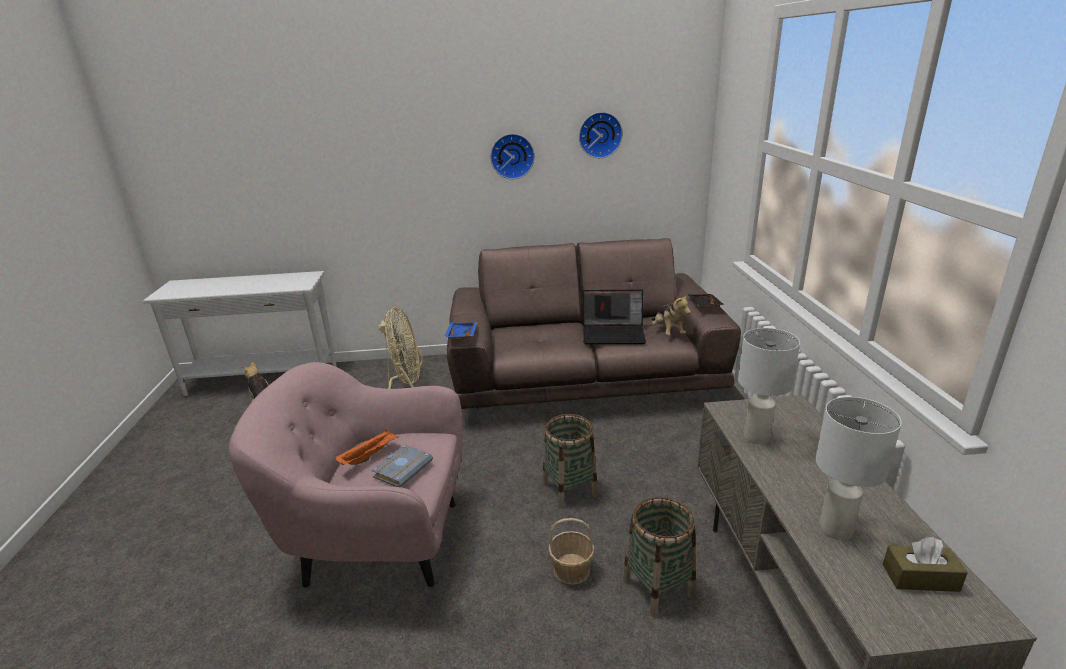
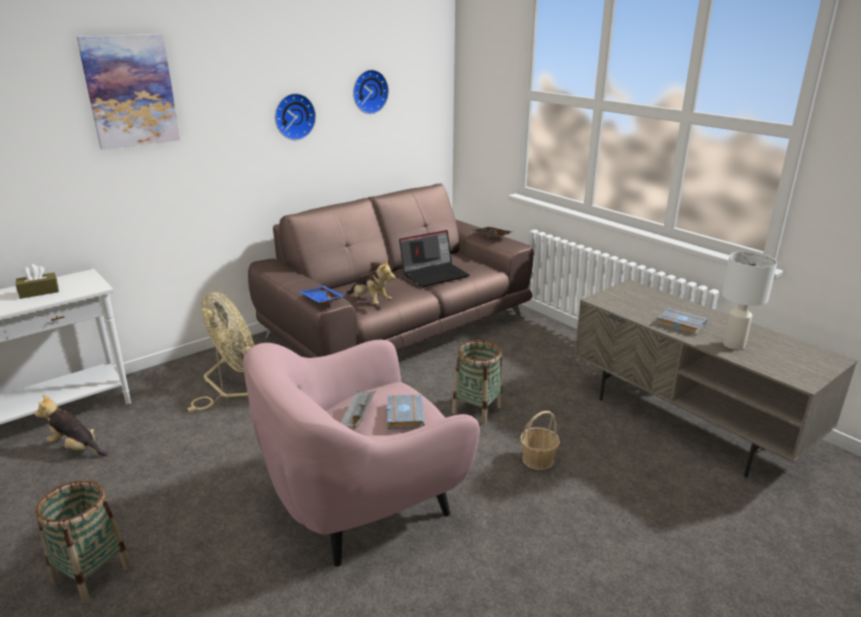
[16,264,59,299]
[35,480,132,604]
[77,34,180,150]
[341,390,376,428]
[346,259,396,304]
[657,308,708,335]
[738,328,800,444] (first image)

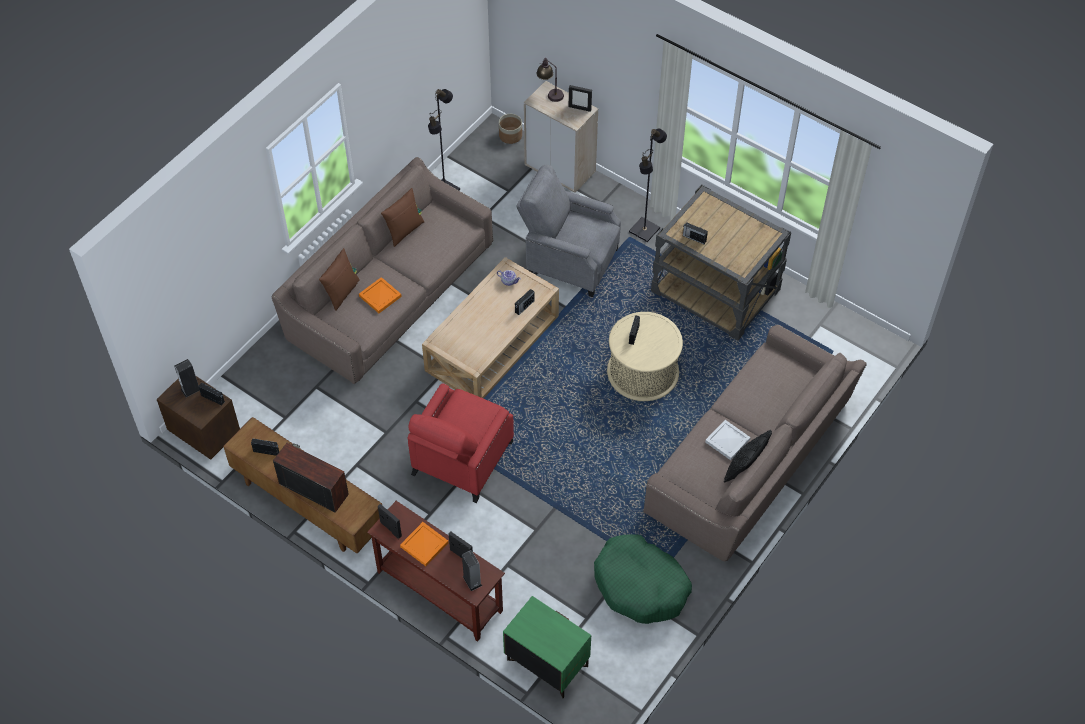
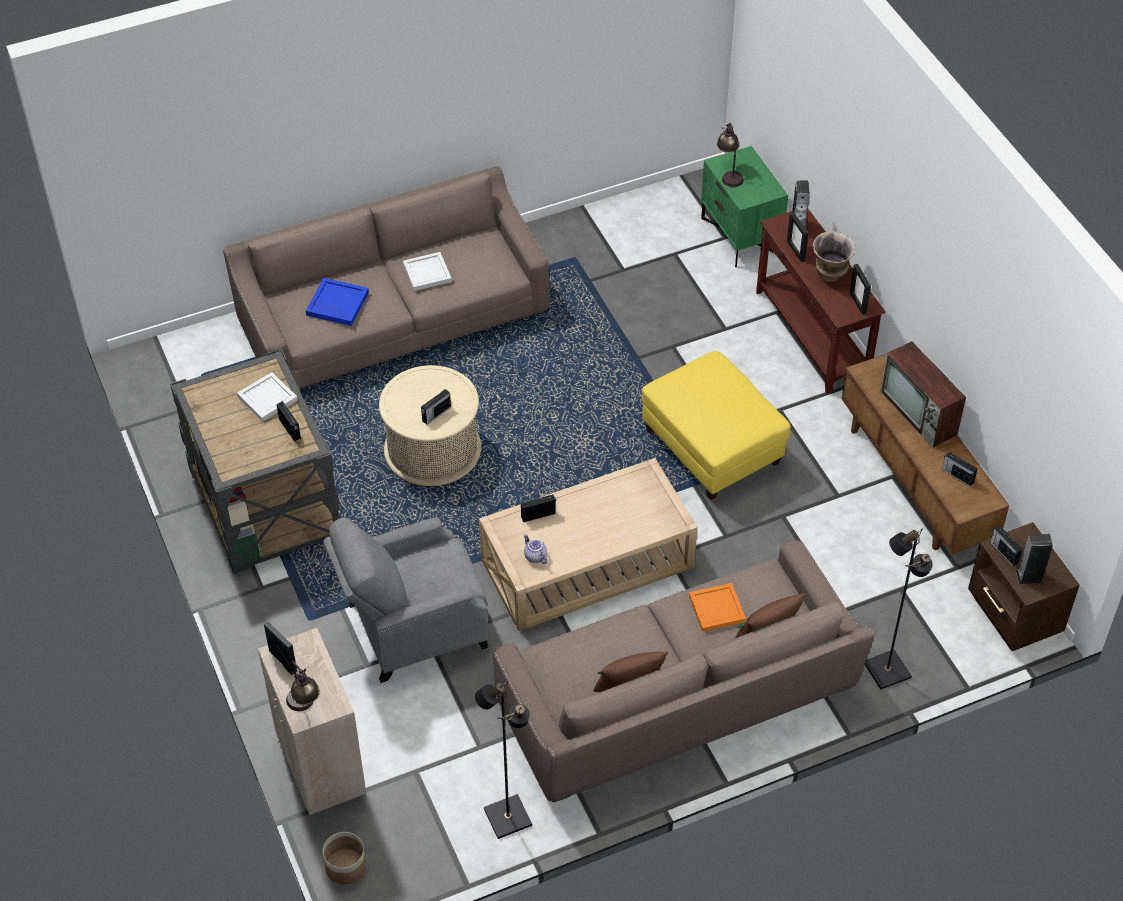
[237,372,298,422]
[306,278,369,326]
[323,517,488,683]
[642,351,791,500]
[717,123,744,187]
[813,231,856,282]
[865,528,933,690]
[594,534,692,624] (first image)
[724,430,772,482] (first image)

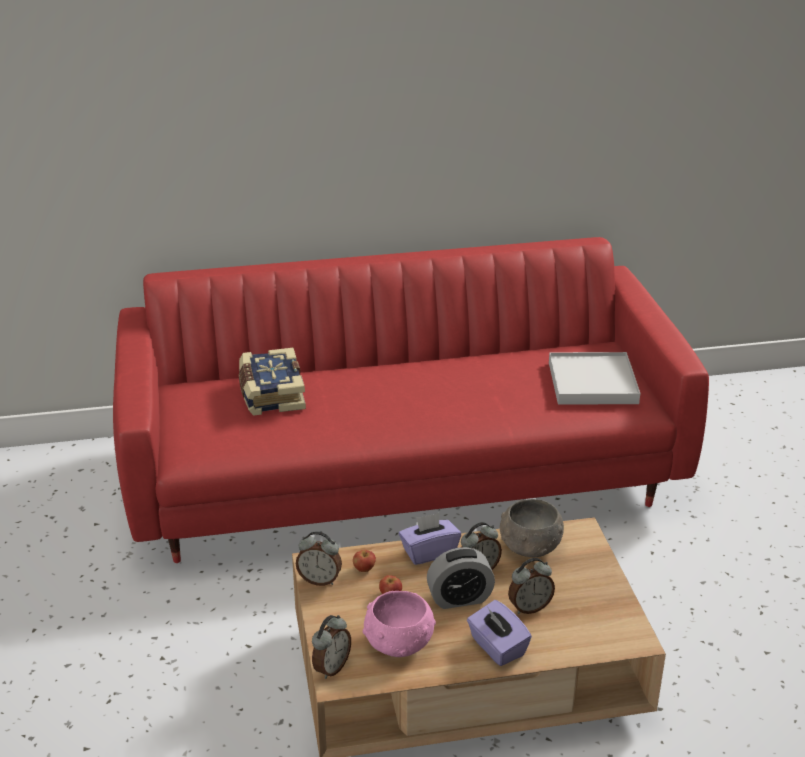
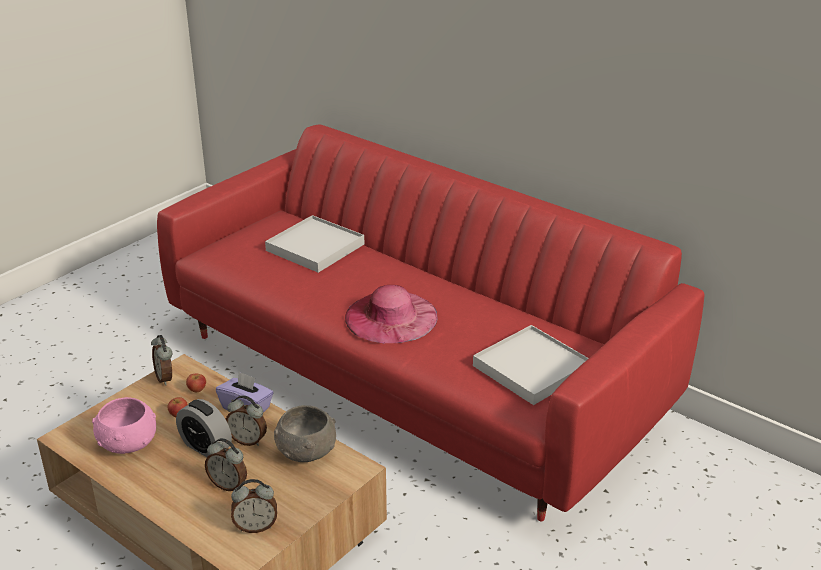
[231,479,277,533]
[265,215,364,273]
[345,285,438,344]
[467,600,532,666] (first image)

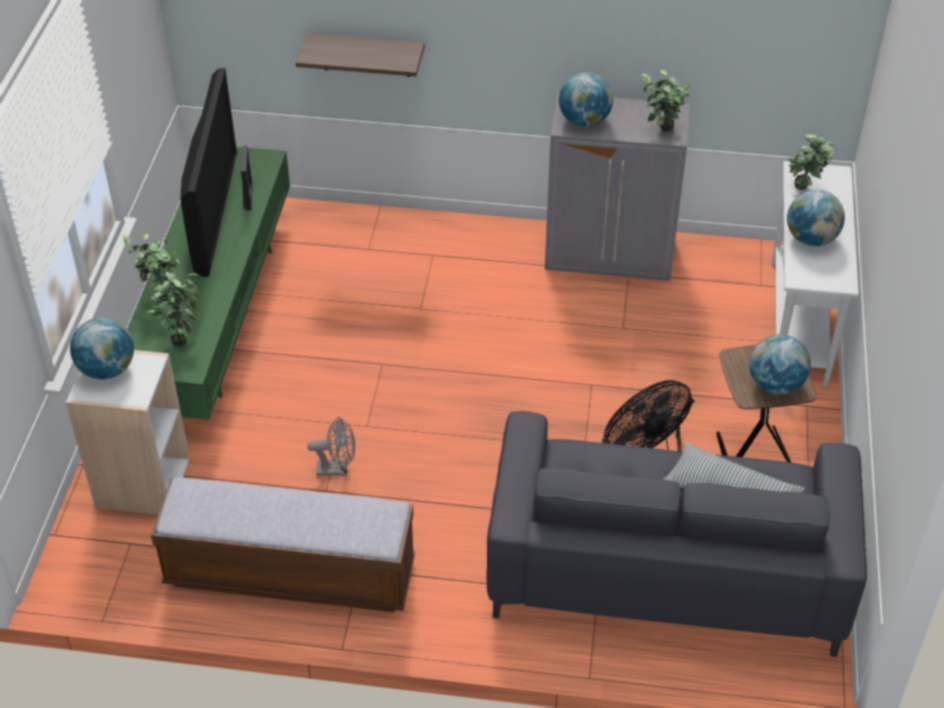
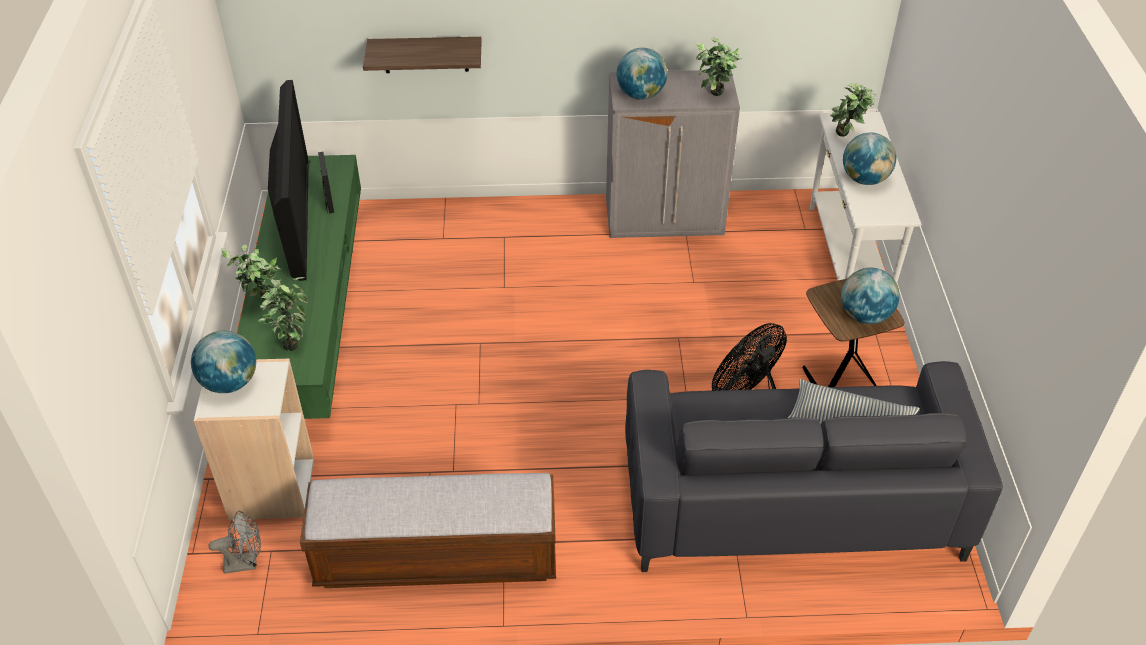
[209,511,261,574]

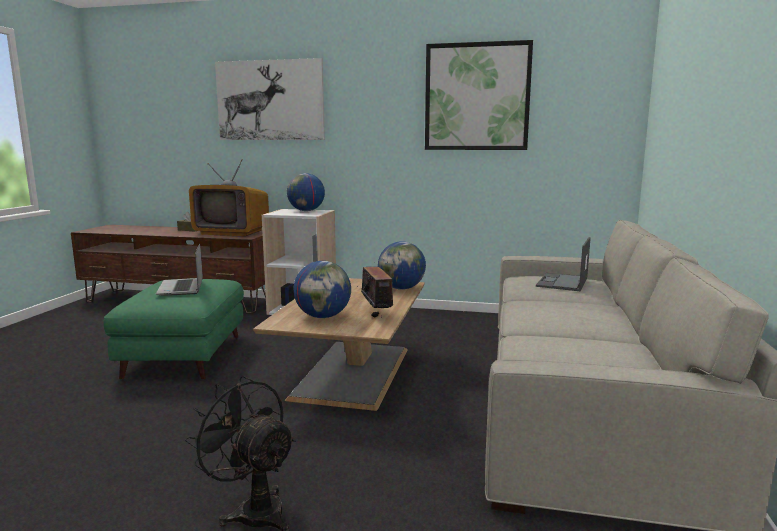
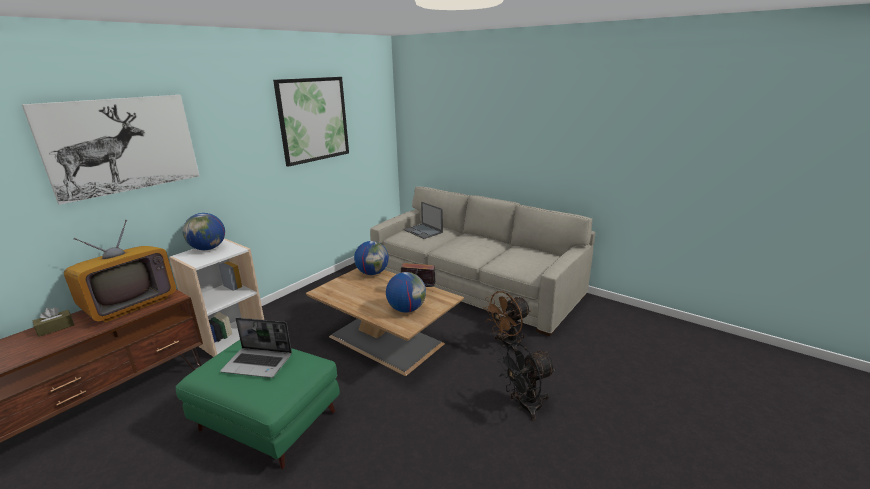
[483,291,531,353]

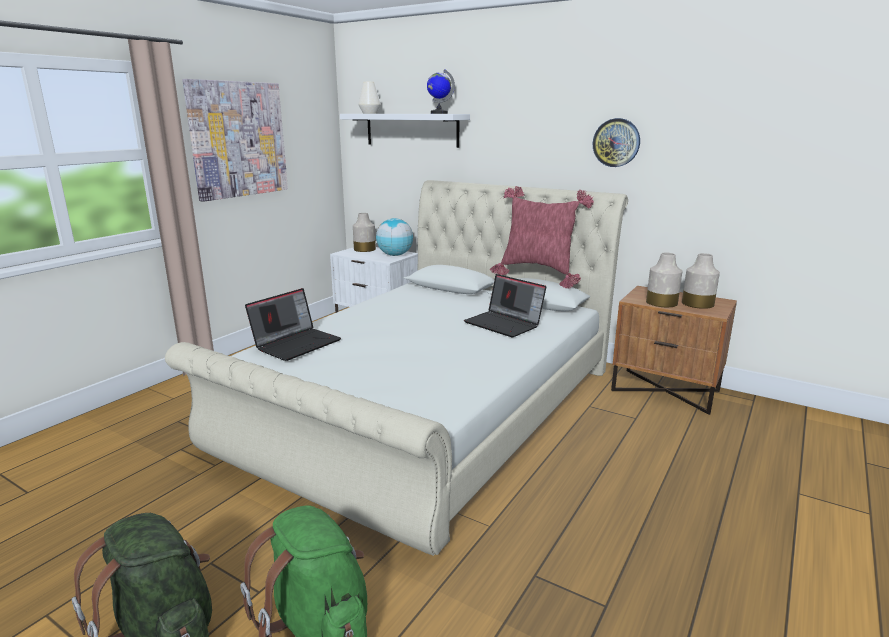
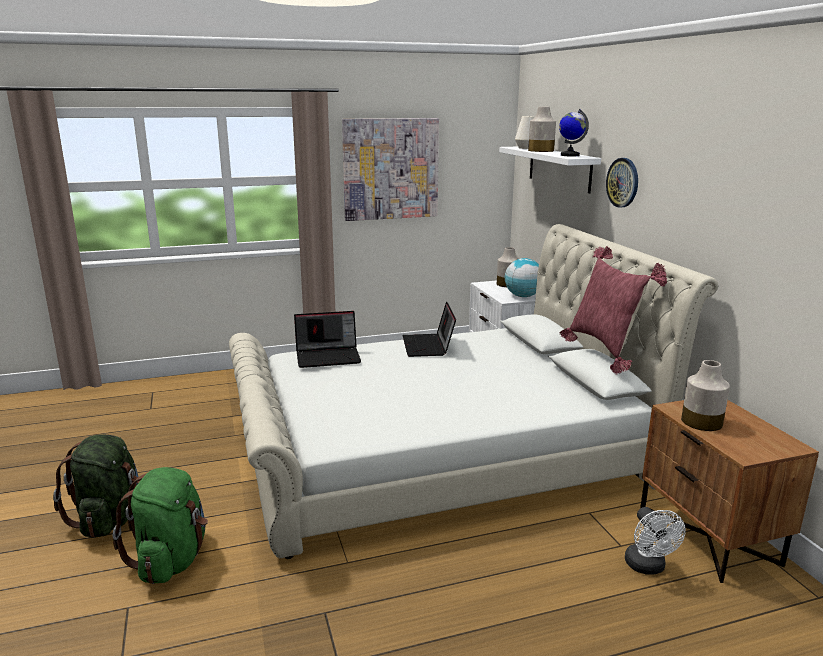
[402,302,456,357]
[528,107,556,152]
[606,158,638,208]
[625,507,686,575]

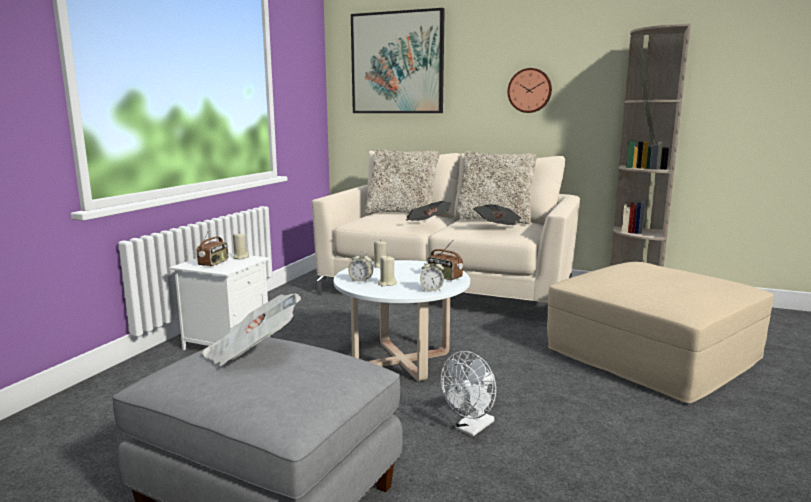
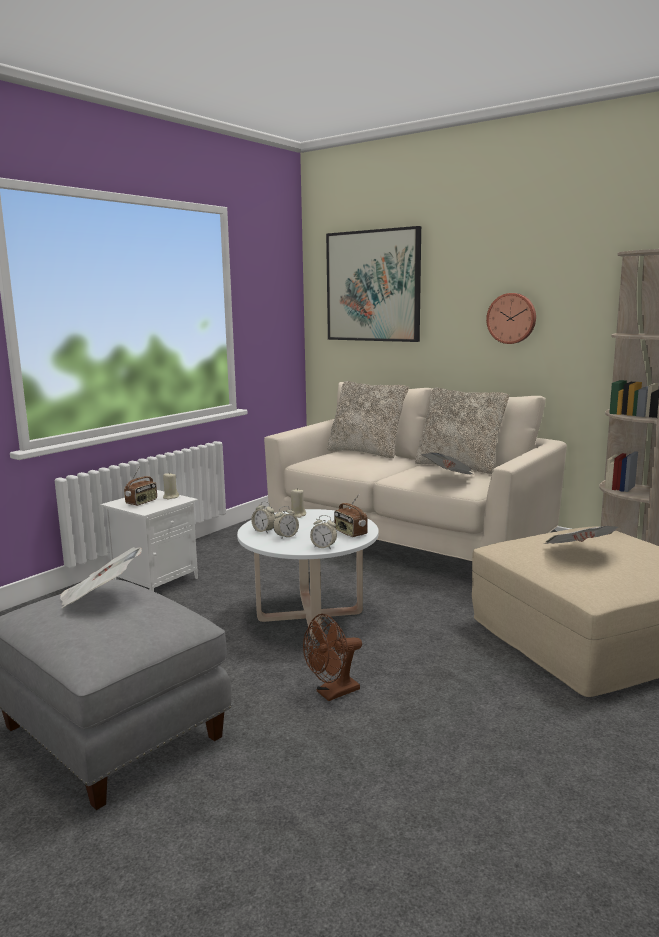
[273,506,299,538]
[303,614,362,701]
[544,526,618,544]

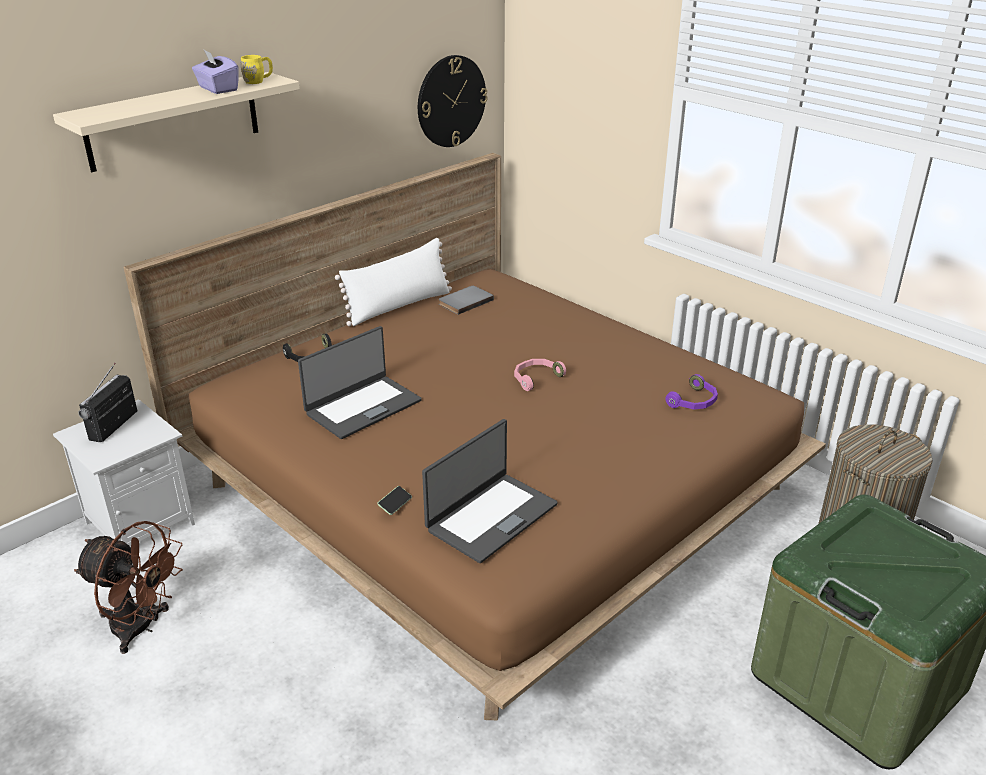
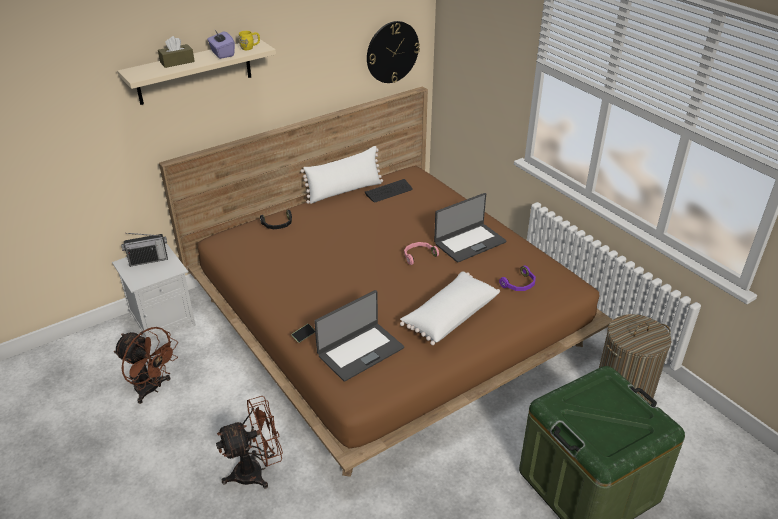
[121,233,168,267]
[158,36,195,68]
[216,396,283,488]
[365,179,413,203]
[400,272,500,345]
[434,193,506,263]

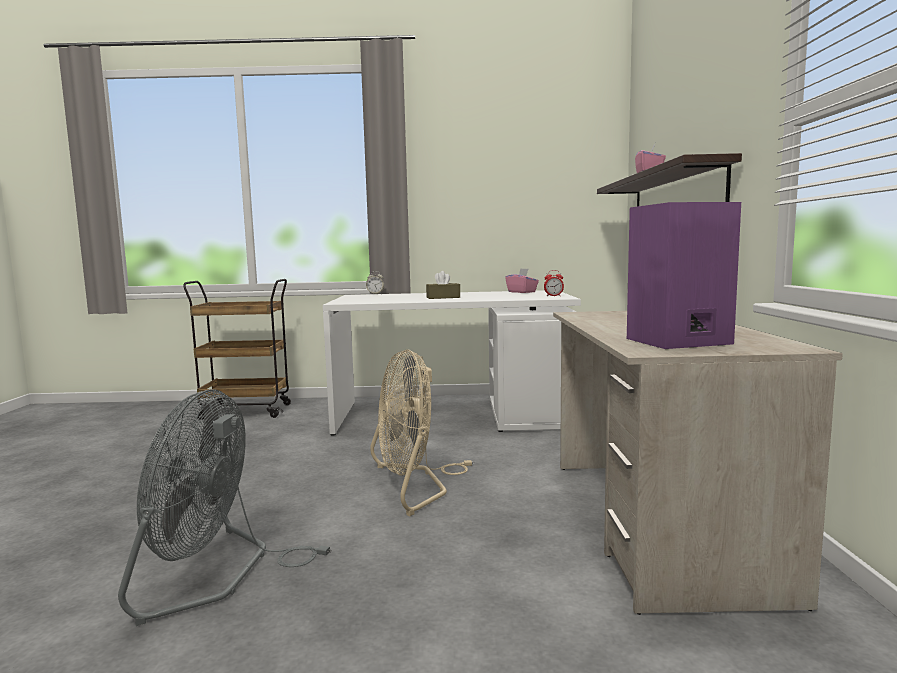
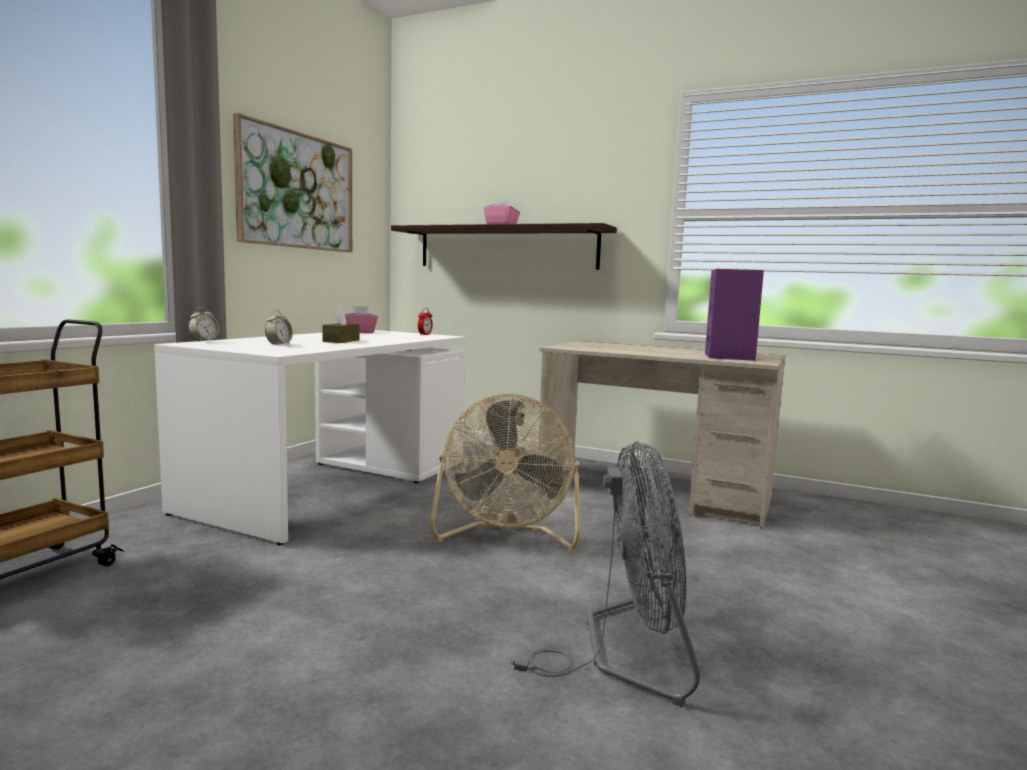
[233,113,352,252]
[265,310,293,346]
[511,441,700,707]

